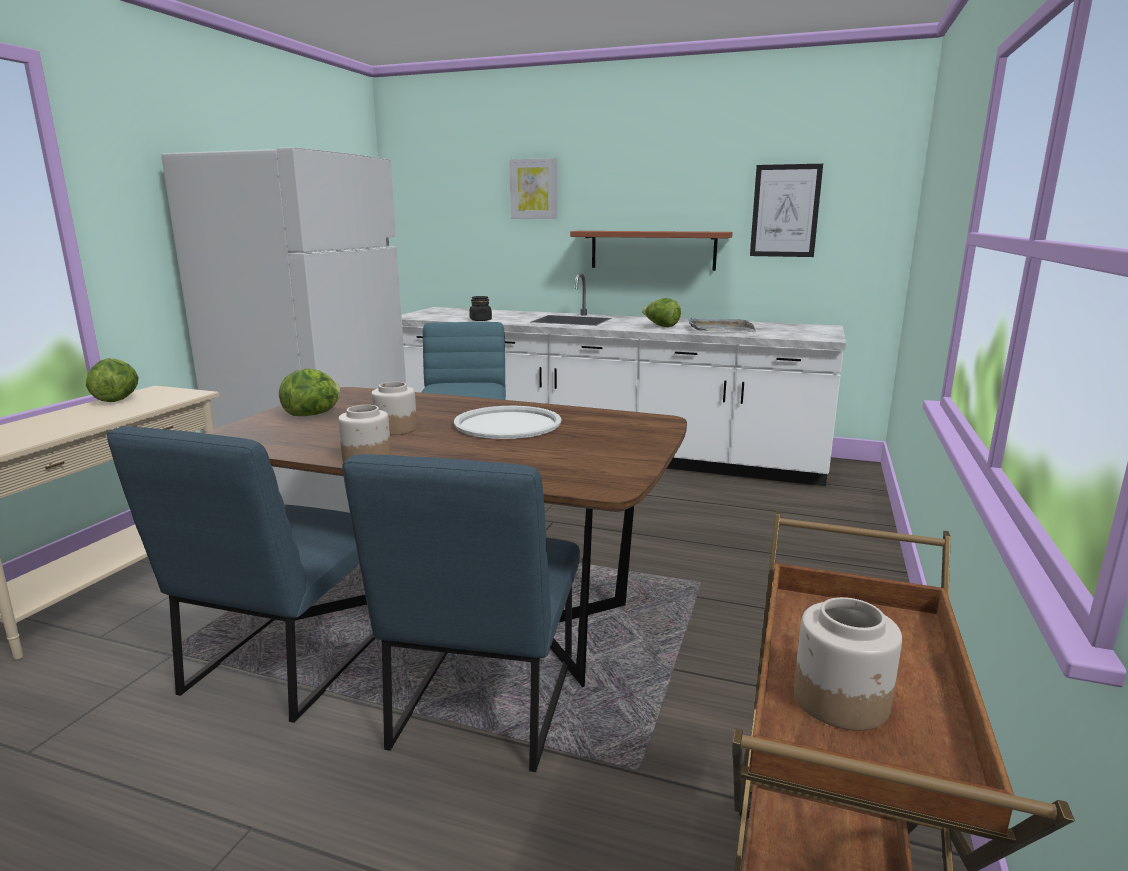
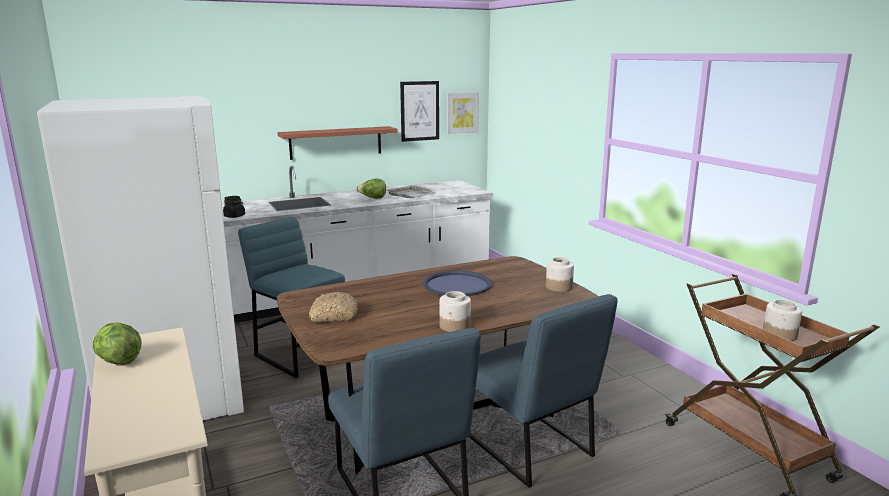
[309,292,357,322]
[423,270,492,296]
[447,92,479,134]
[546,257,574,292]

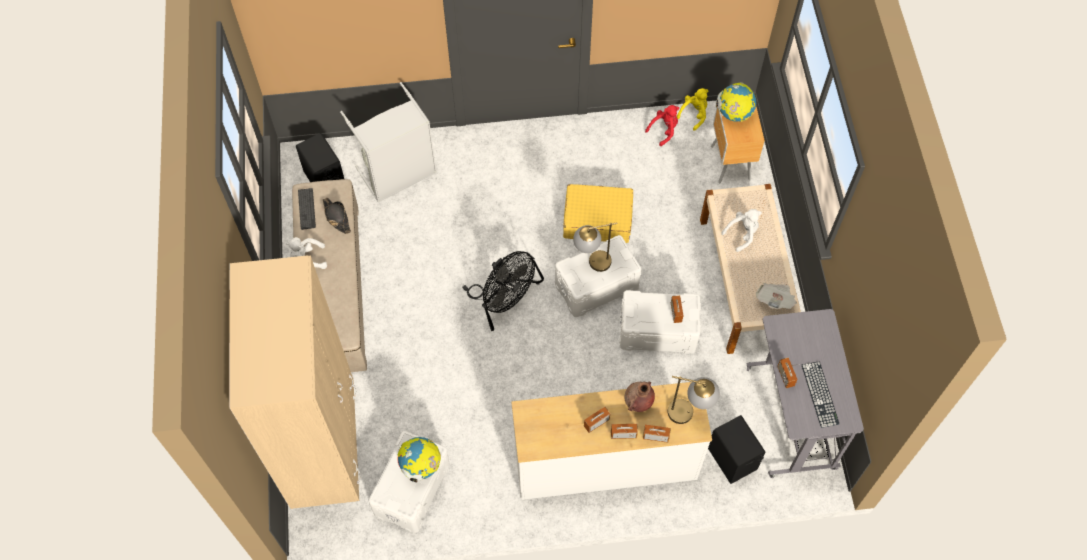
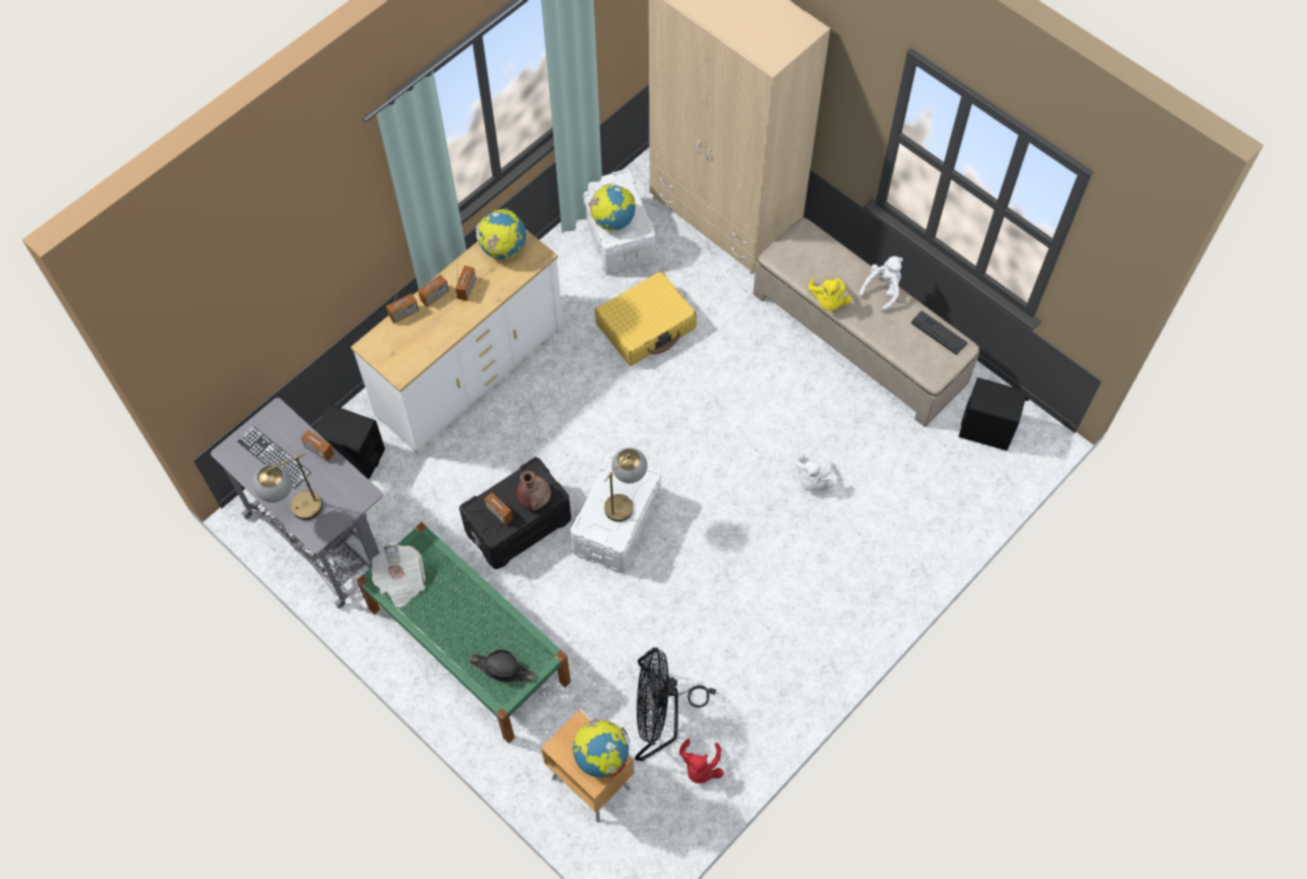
[252,453,322,520]
[356,522,571,743]
[459,457,571,569]
[469,649,536,682]
[475,208,526,259]
[517,471,551,511]
[595,271,697,366]
[635,647,718,762]
[795,454,834,491]
[808,278,852,311]
[340,82,437,203] (first image)

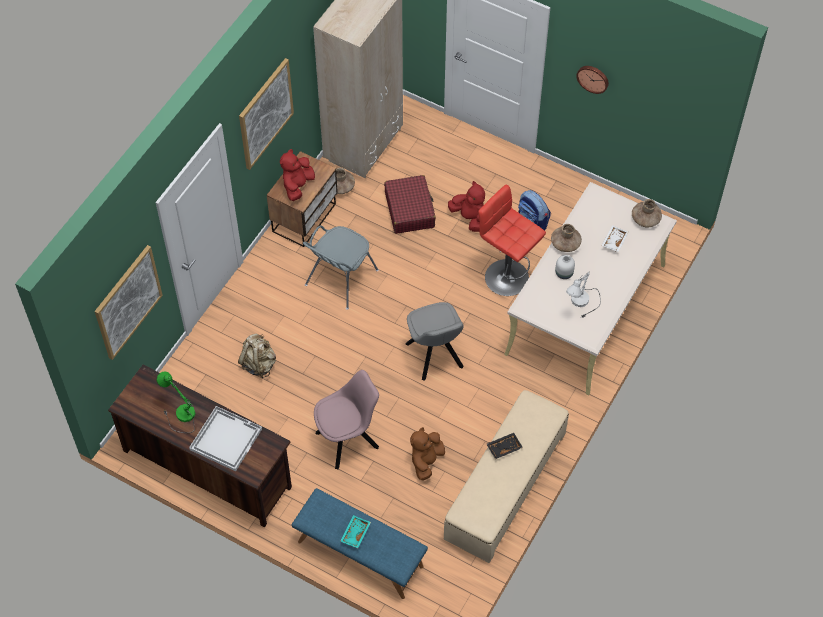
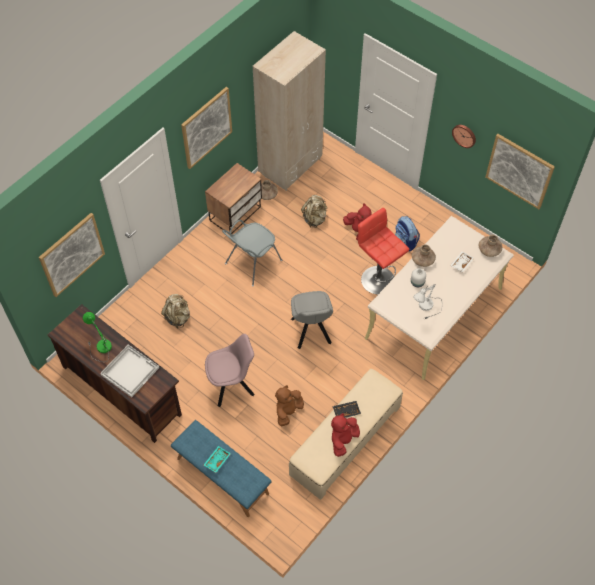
[301,195,327,228]
[331,413,360,457]
[485,134,555,209]

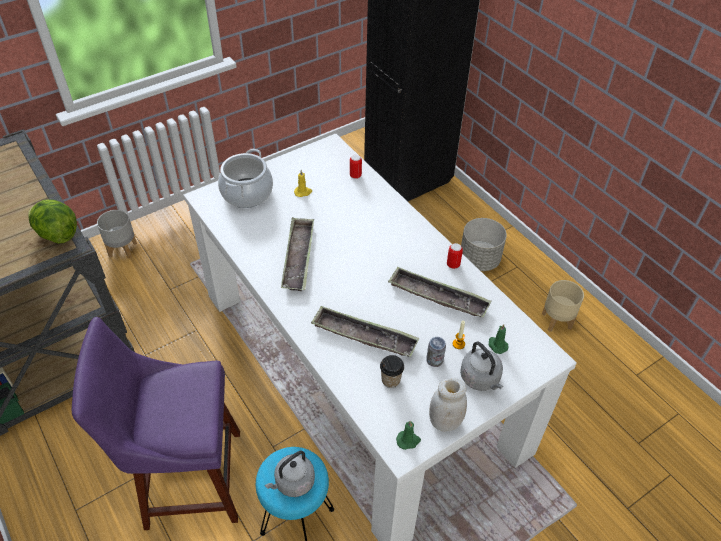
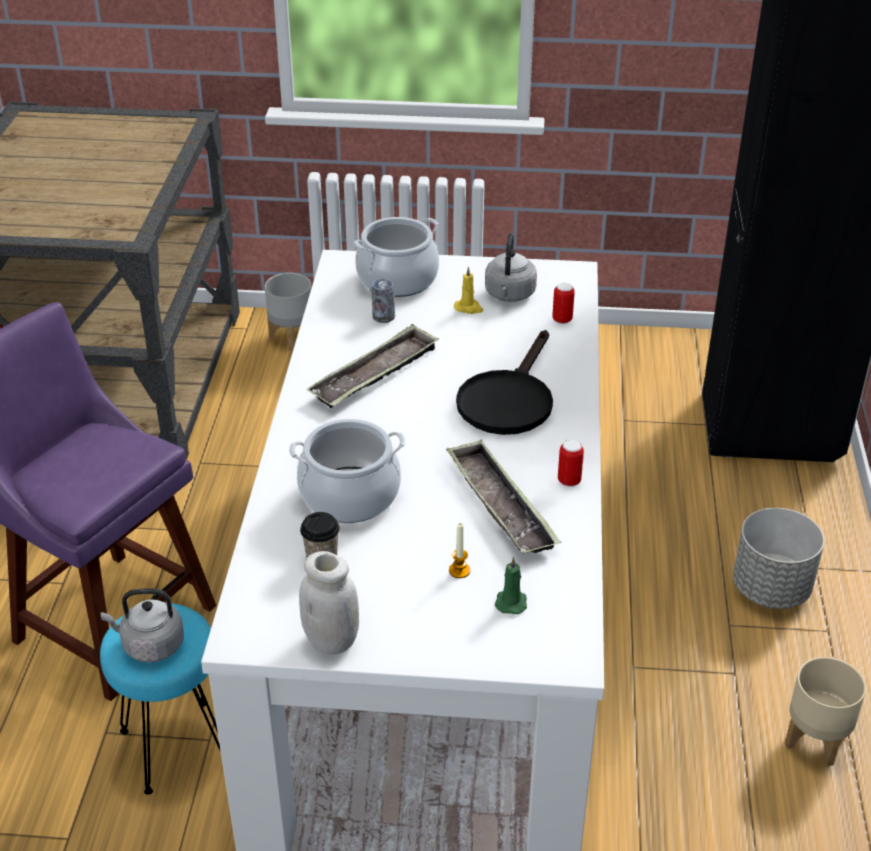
[289,419,405,523]
[372,279,395,323]
[456,330,553,435]
[485,233,537,302]
[28,200,77,244] (first image)
[396,420,421,450] (first image)

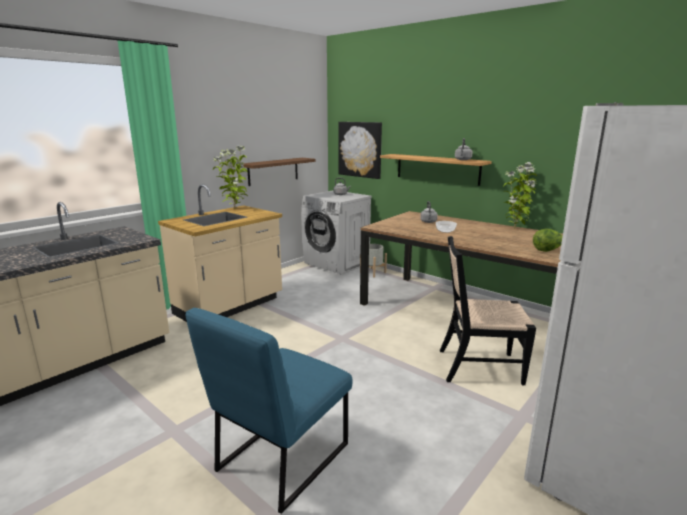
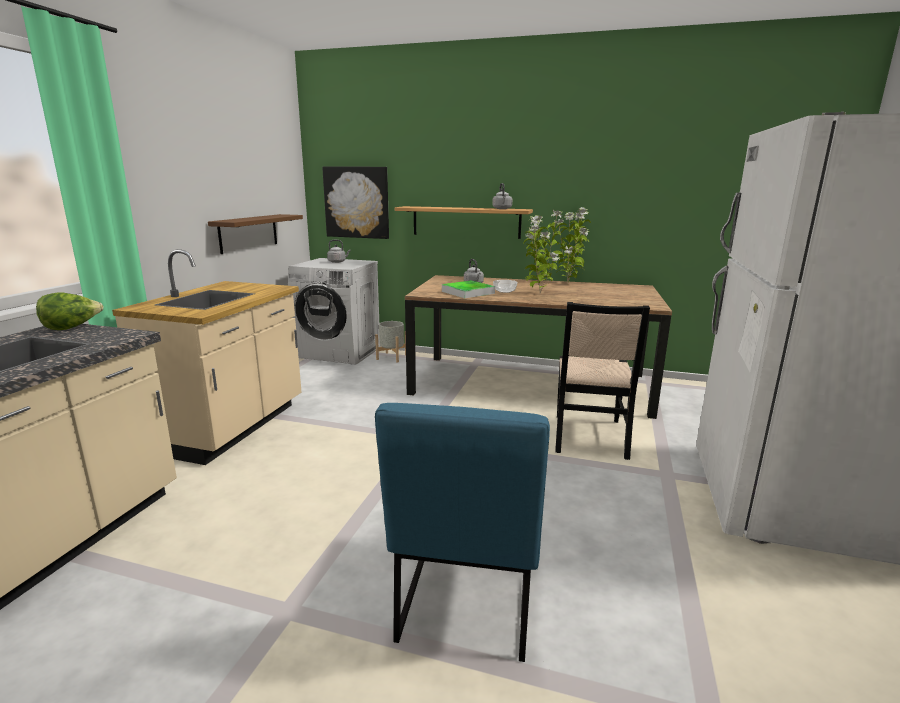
[36,293,104,330]
[442,280,495,298]
[524,209,567,294]
[555,302,650,460]

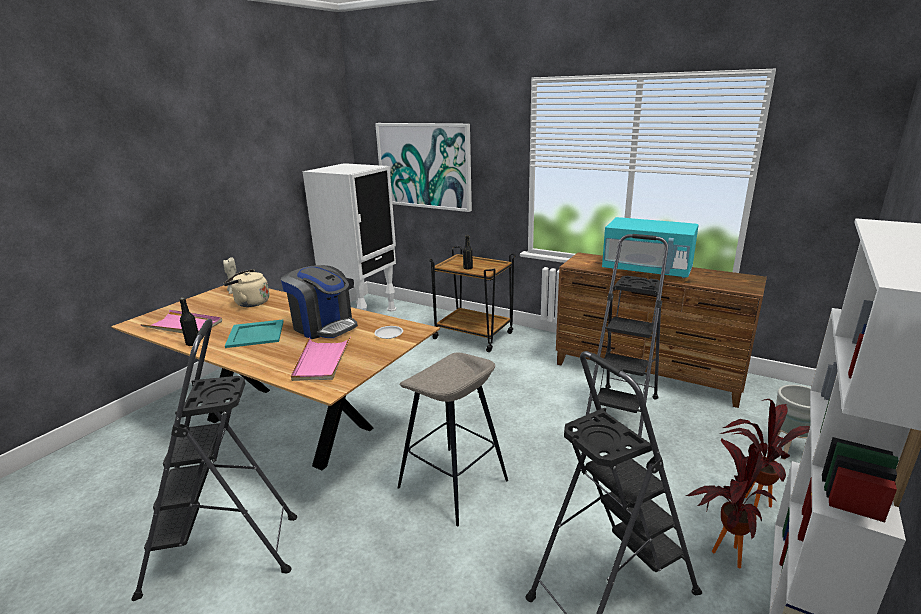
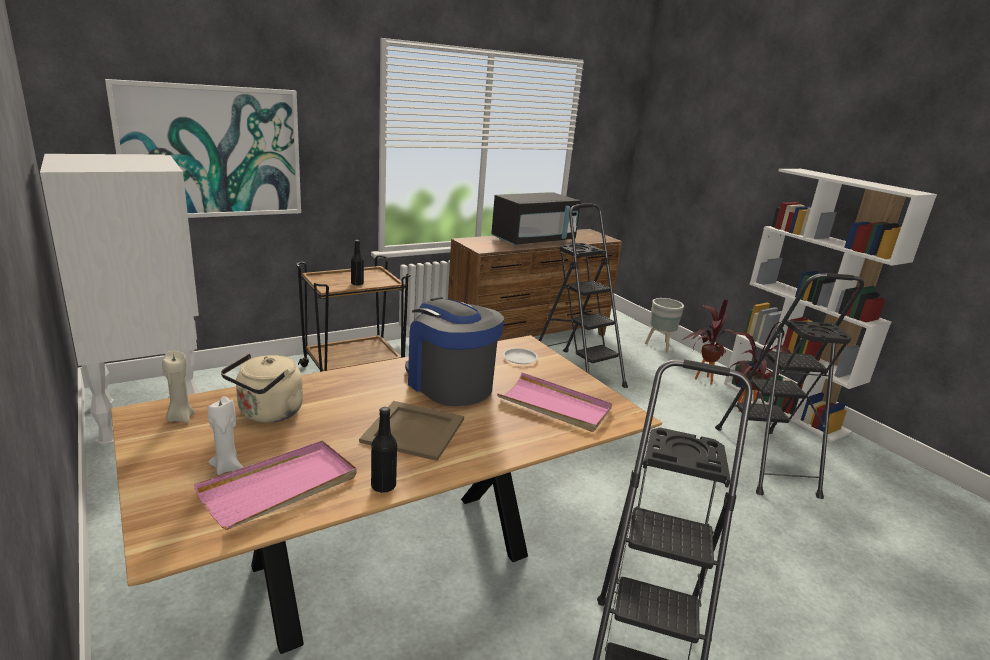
[207,396,243,475]
[359,401,464,461]
[405,297,504,406]
[491,192,581,246]
[398,352,508,526] (first image)

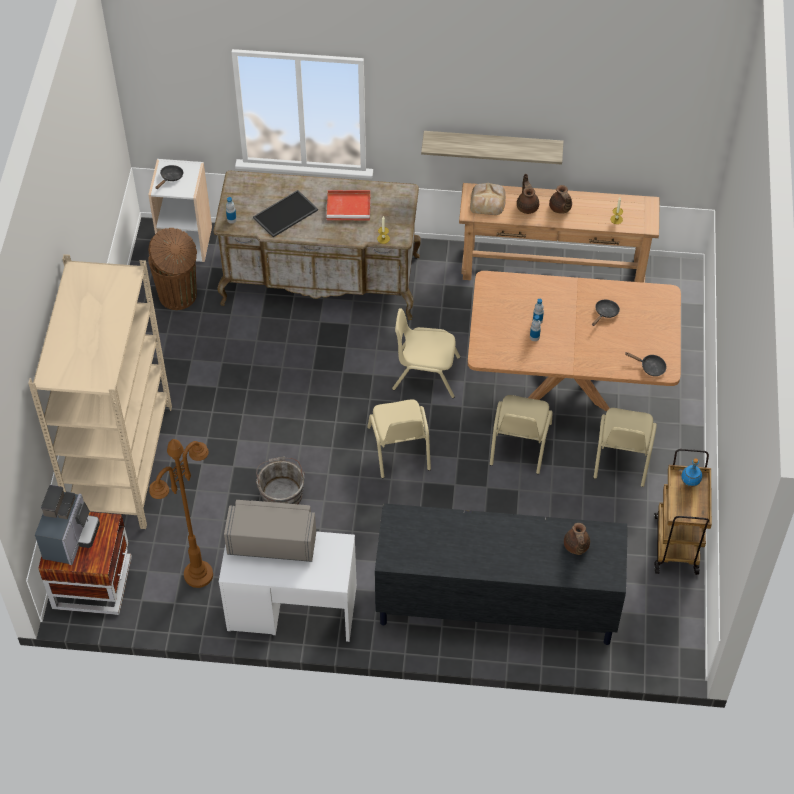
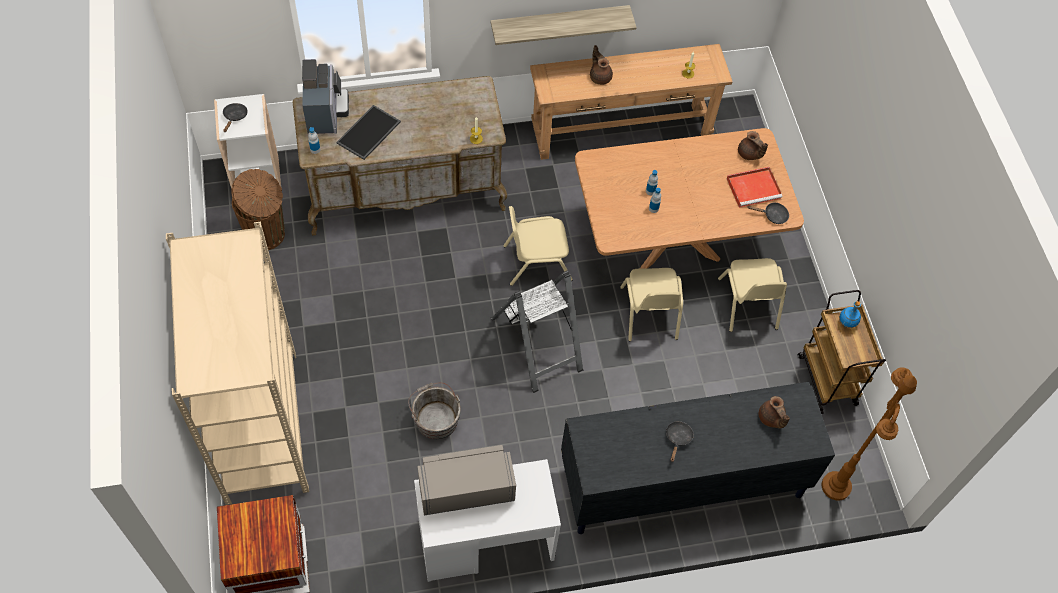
[302,59,349,134]
[491,270,583,393]
[666,421,694,462]
[727,167,782,208]
[738,131,768,160]
[822,367,917,501]
[470,183,506,215] (first image)

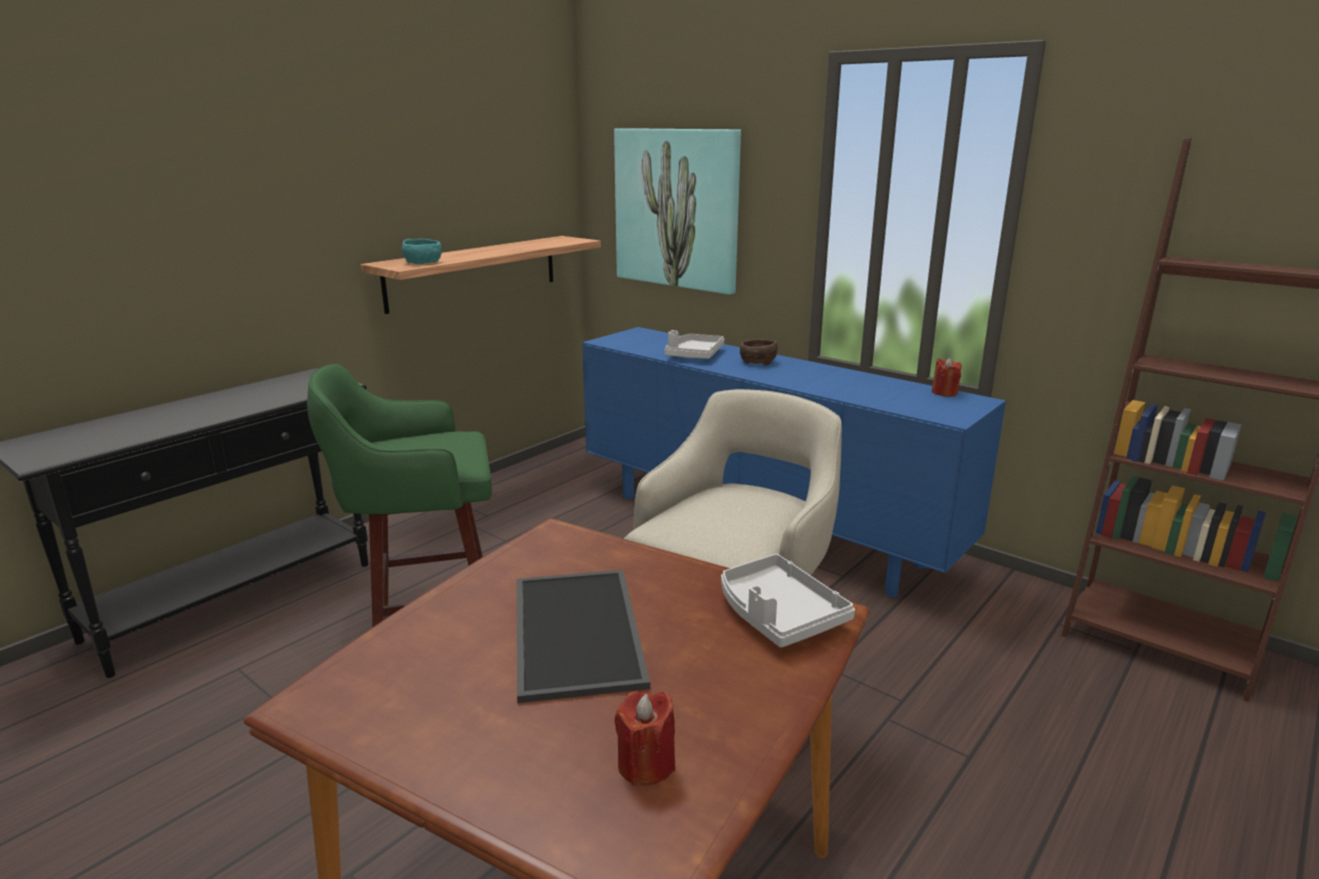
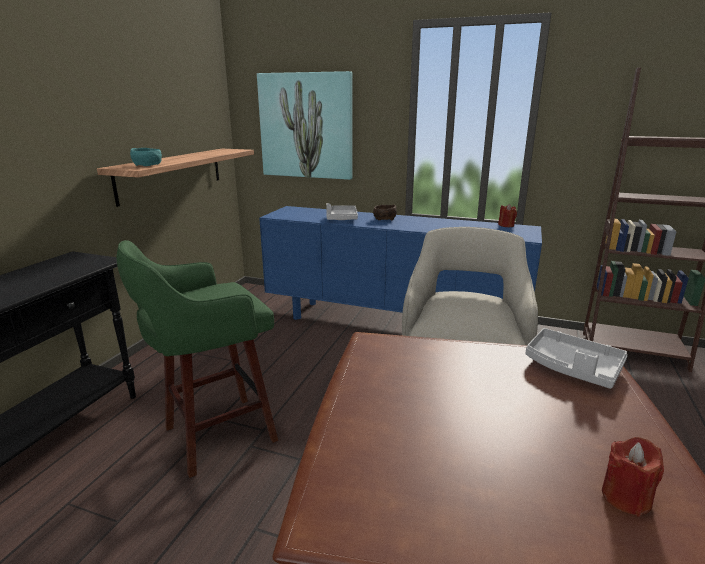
[517,570,650,703] (first image)

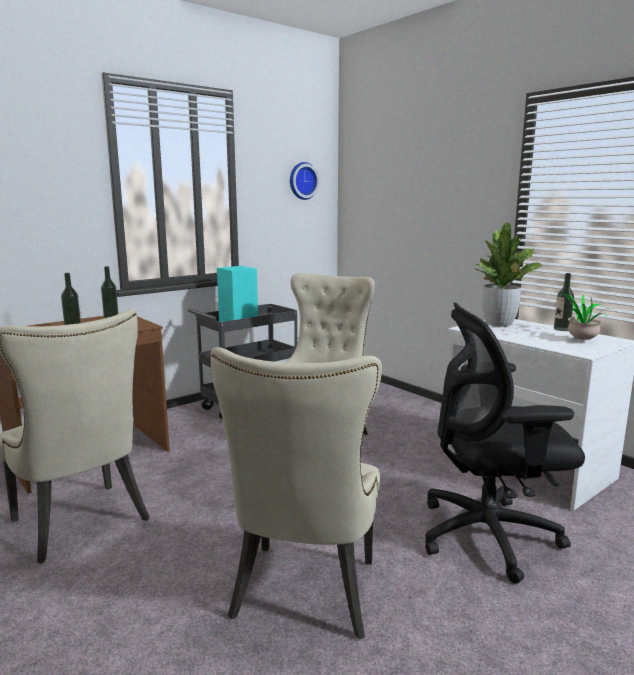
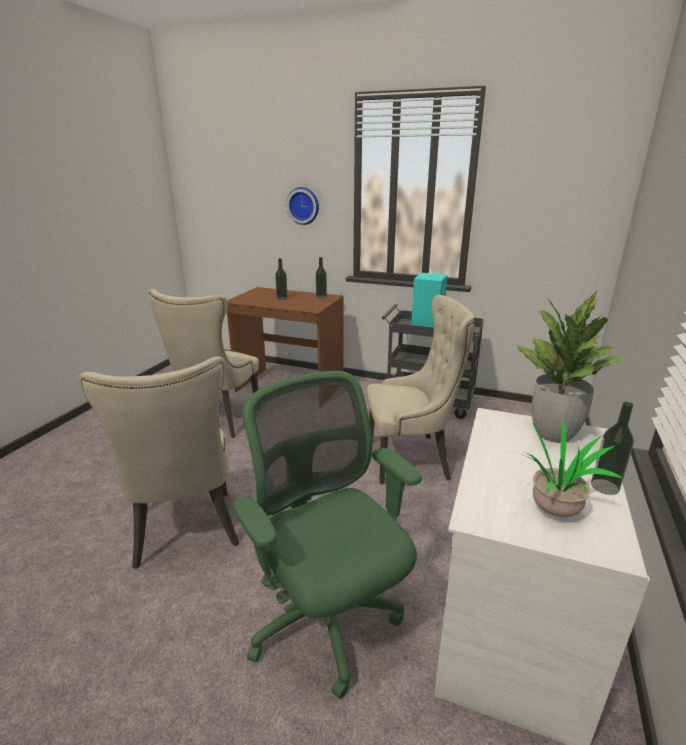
[79,356,239,569]
[233,371,422,699]
[286,187,319,225]

